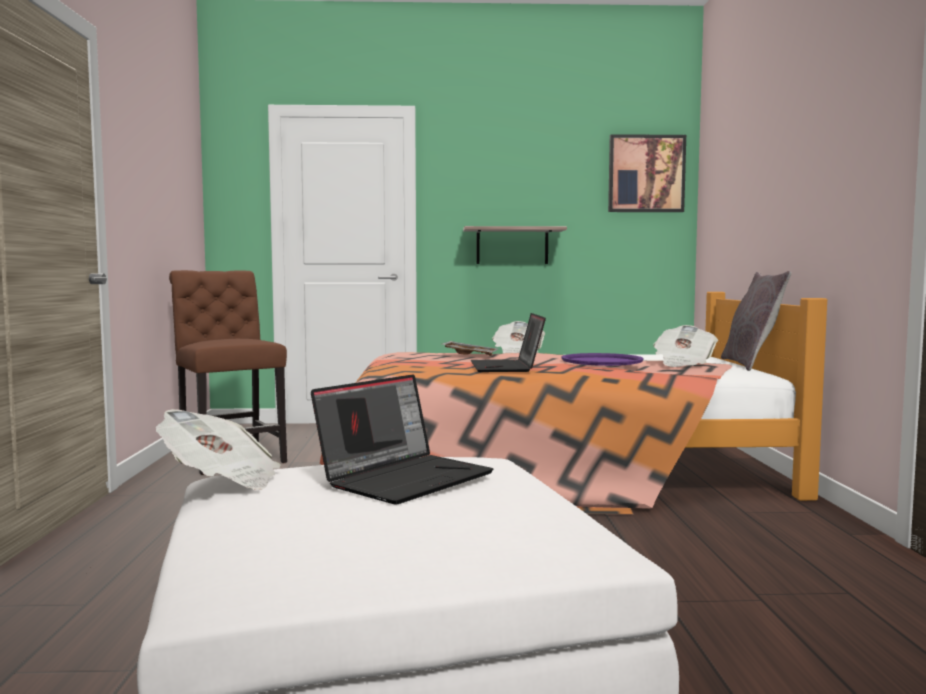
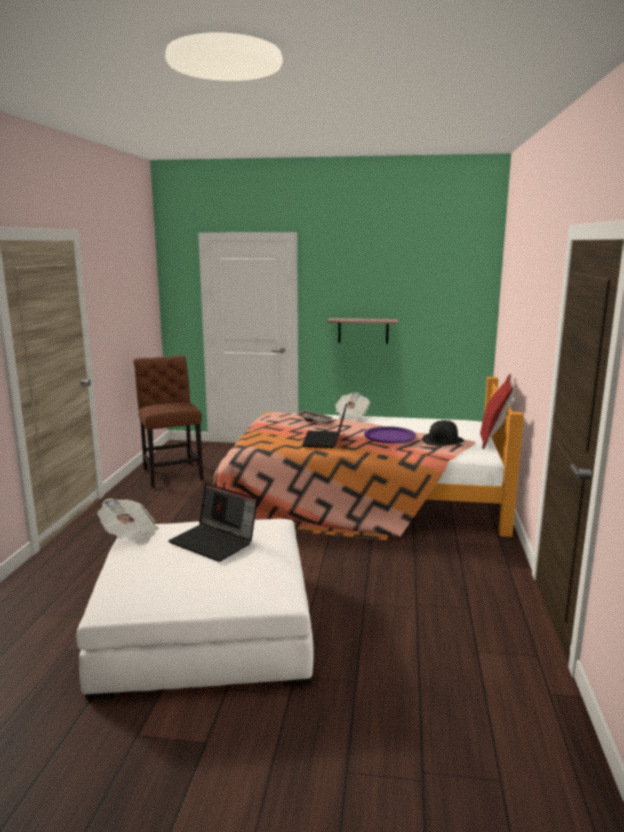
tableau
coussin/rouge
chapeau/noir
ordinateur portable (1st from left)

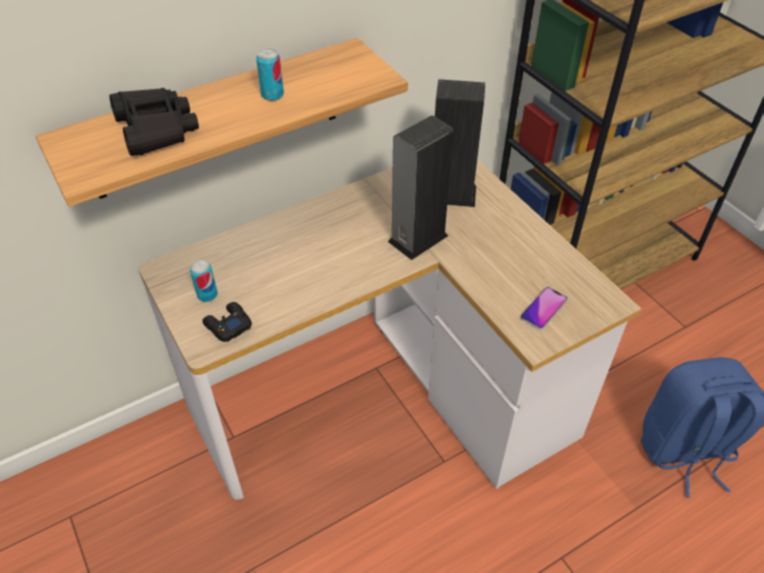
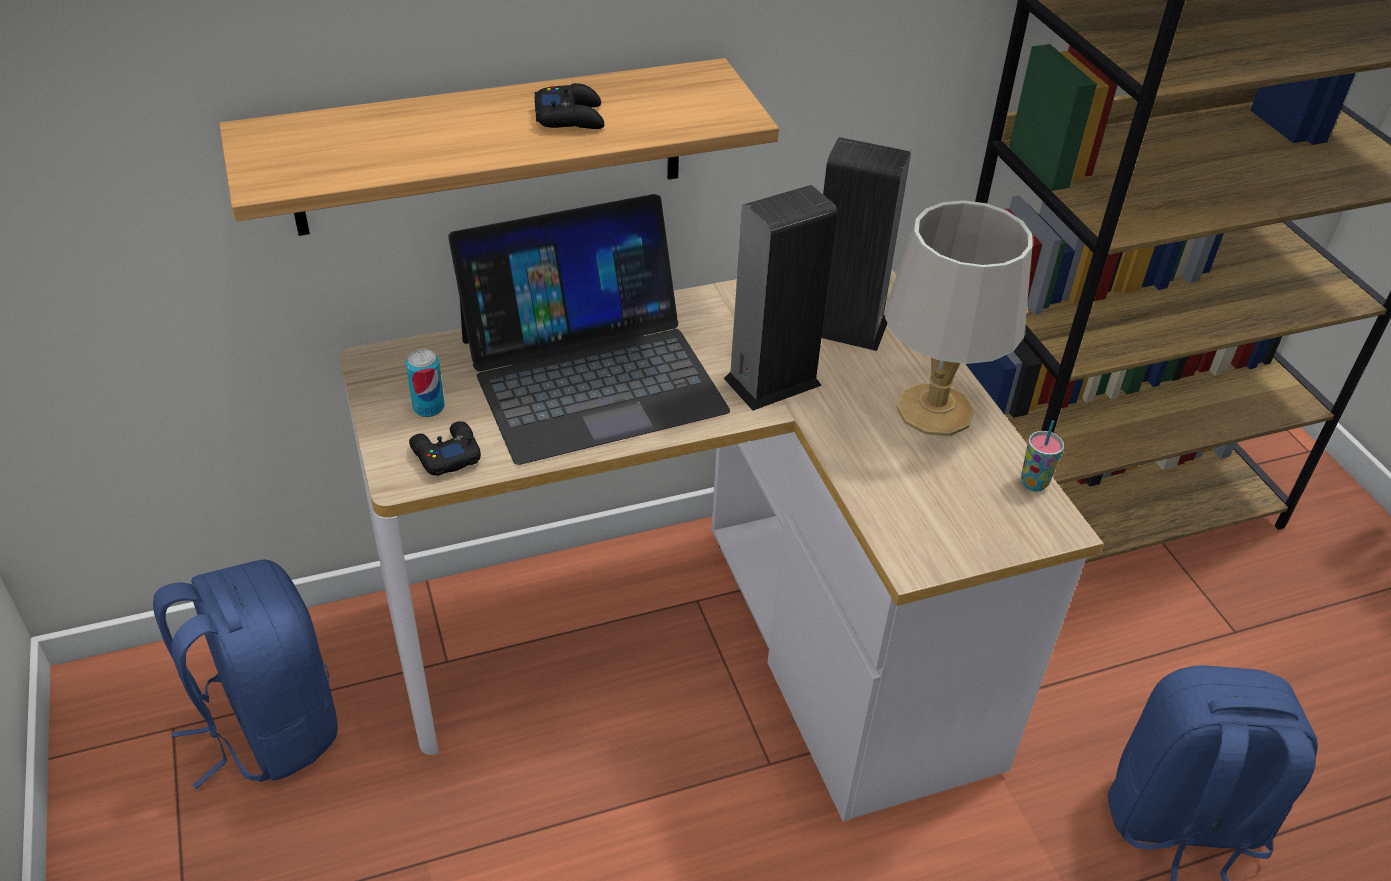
manette/noir (2nd from left)
jumelles/noir
téléphone
ordinateur portable
lampe de table/gris
tasse
sac à dos/bleu (1st from left)

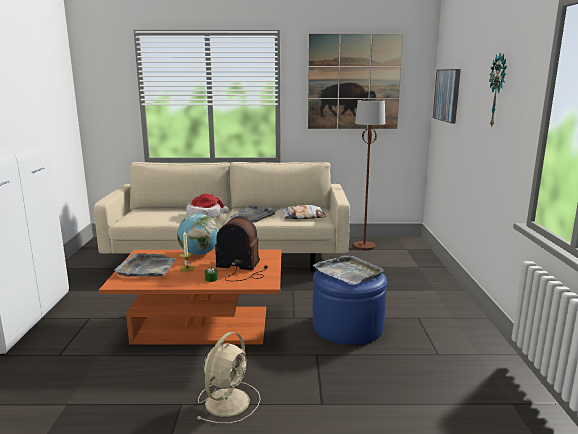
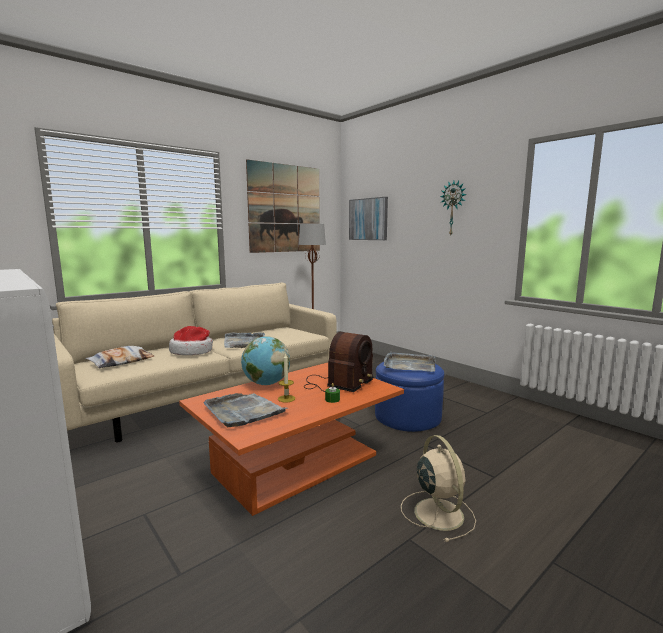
coussin
radio

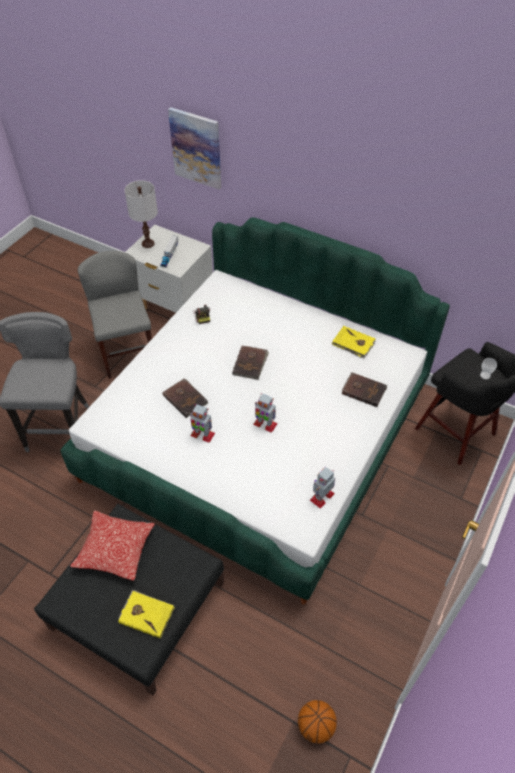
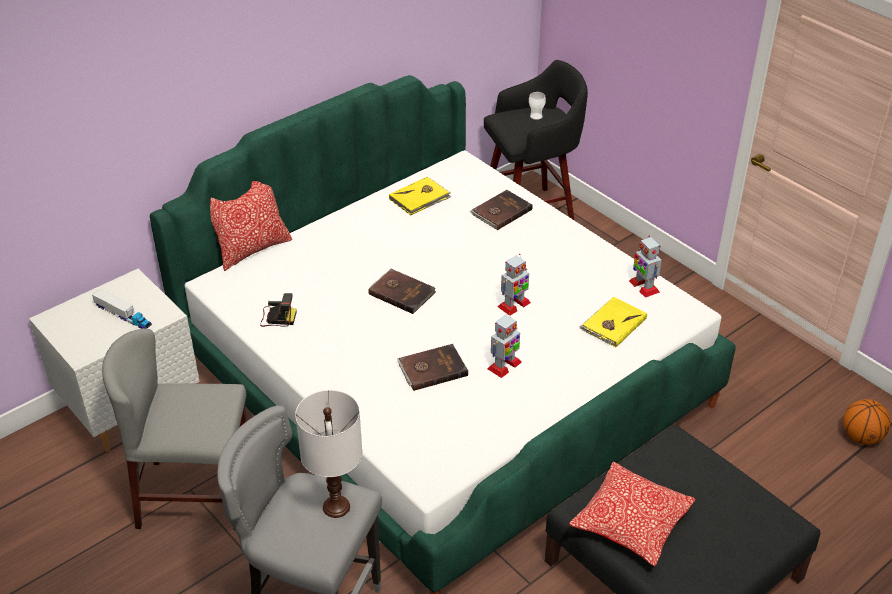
tableau
lampe de table/blanc
livre/jaune (2nd from left)
coussin (1st from left)

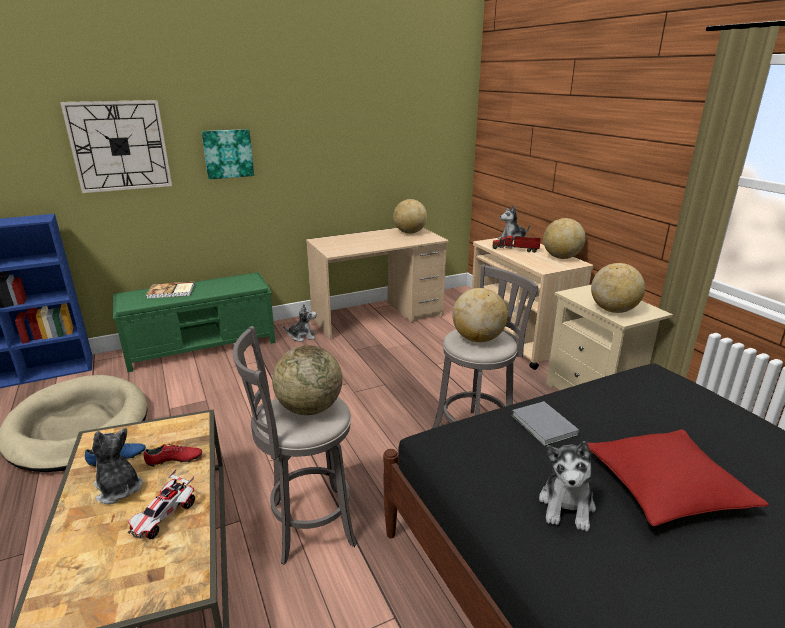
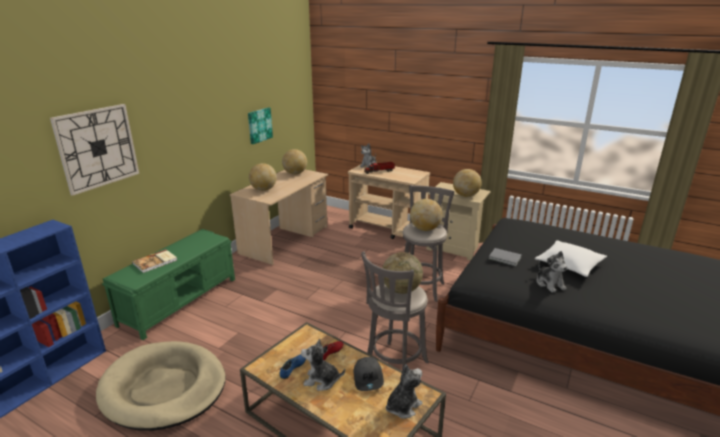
tableau
globe (1st from left)
peluche (3rd from left)
coussin/blanc
casquette/gris

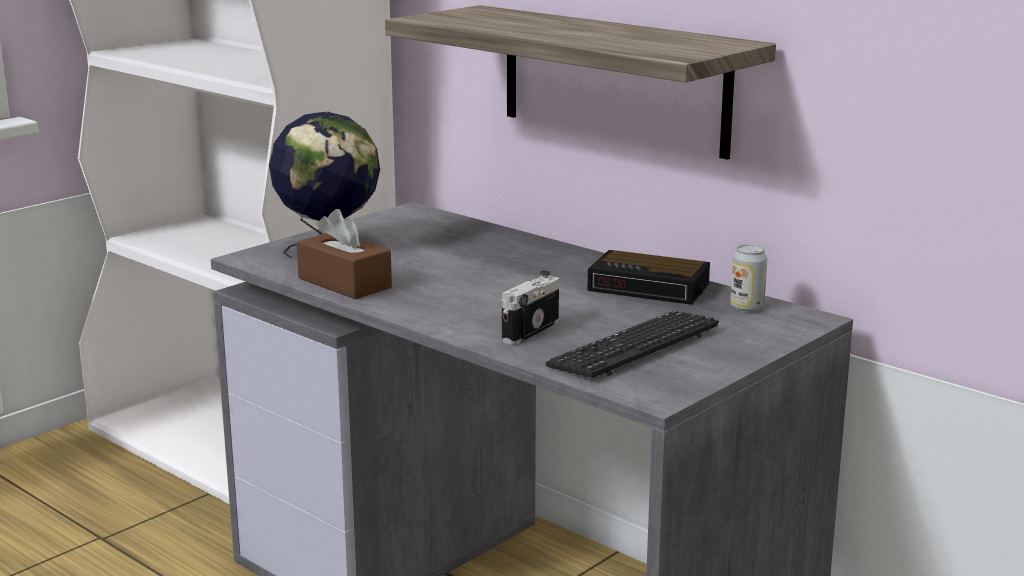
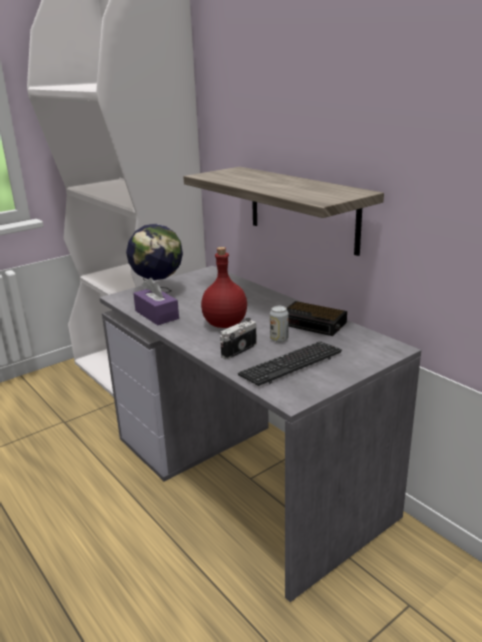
boîte à mouchoirs/violet
boîte métallique
bouteille/rouge

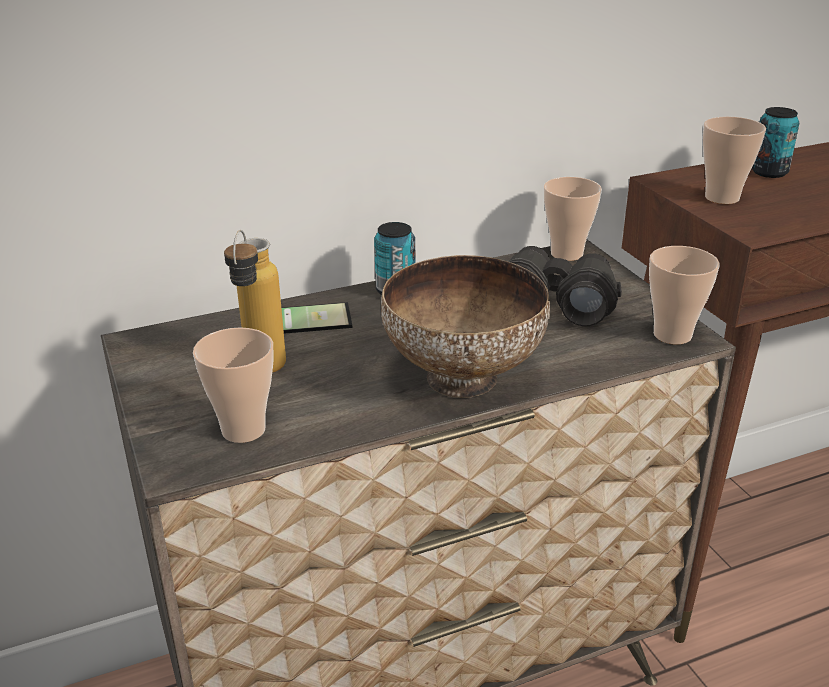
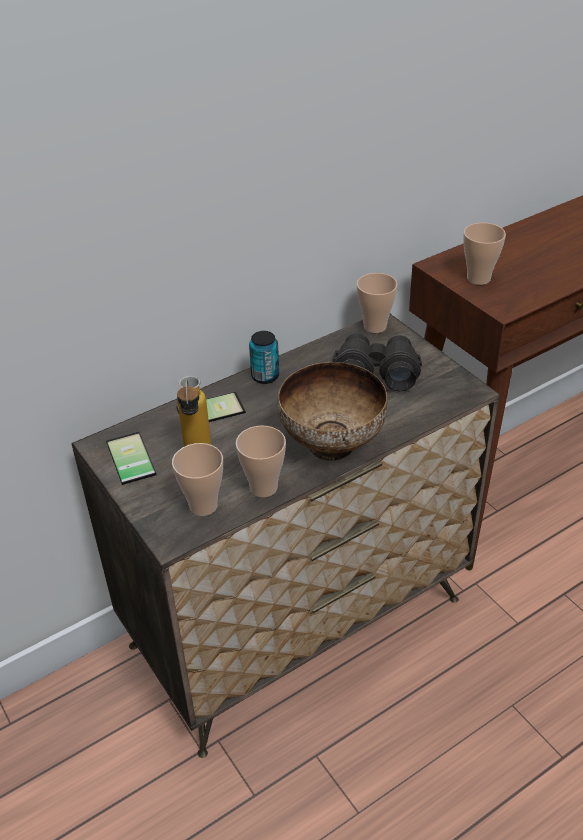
boîte métallique (2nd from left in the first image)
tasse (2nd from left)
téléphone (1st from left)

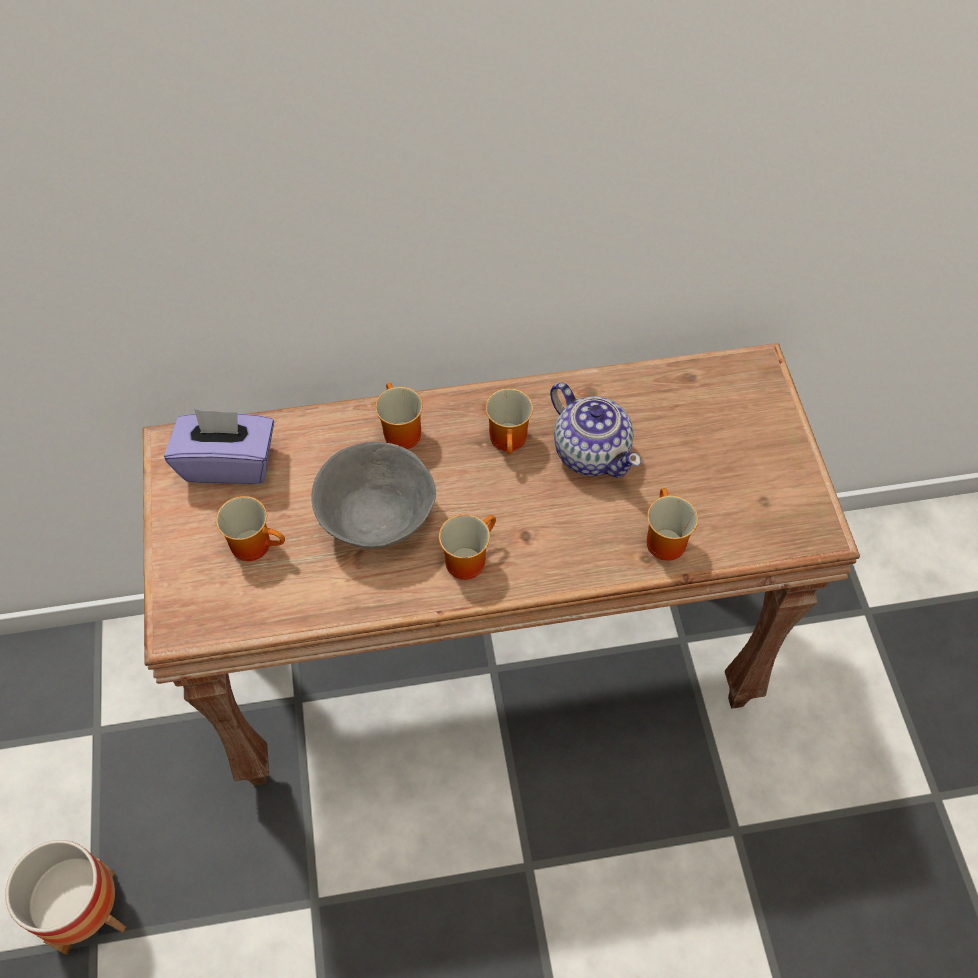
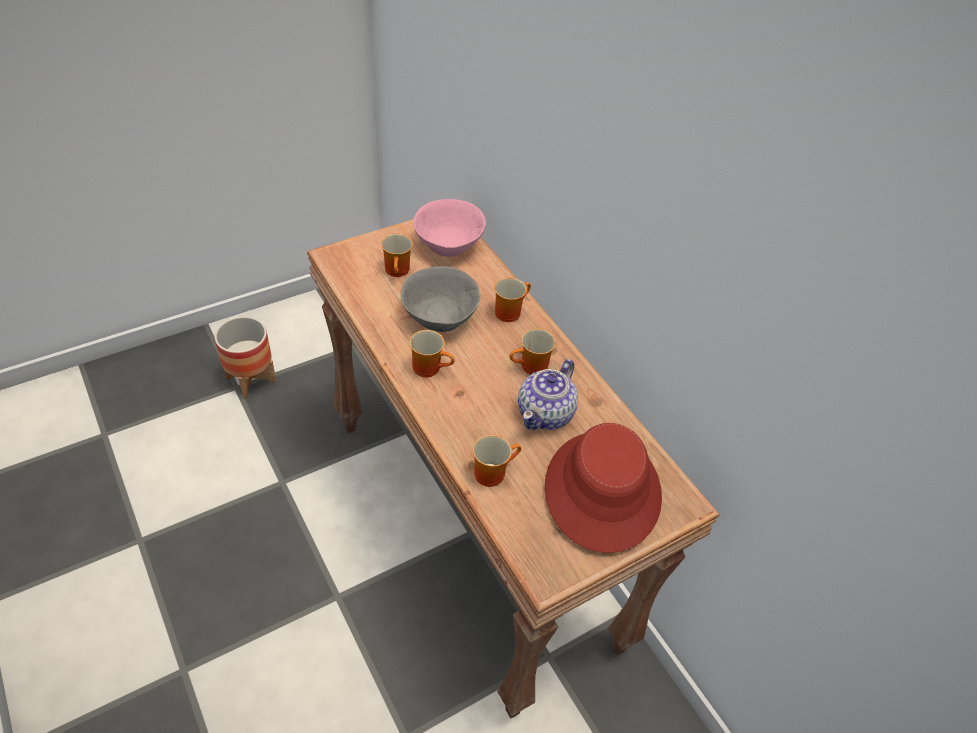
bol/rose
chapeau/rouge

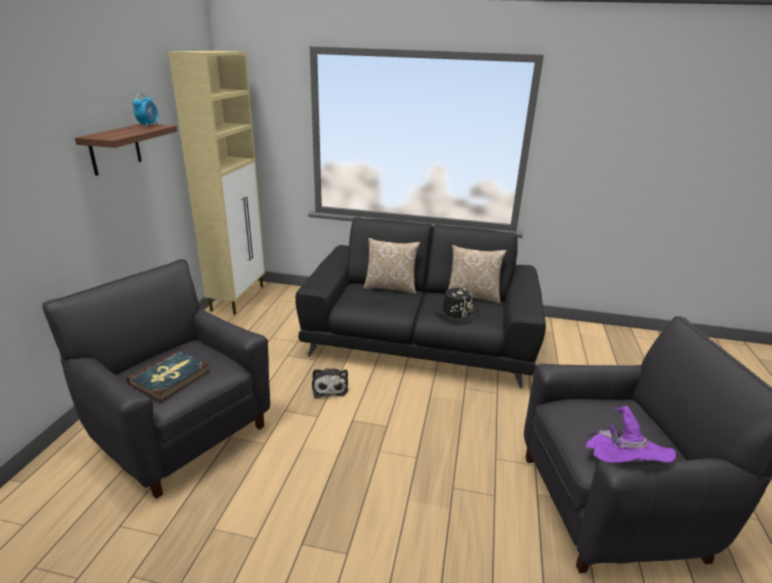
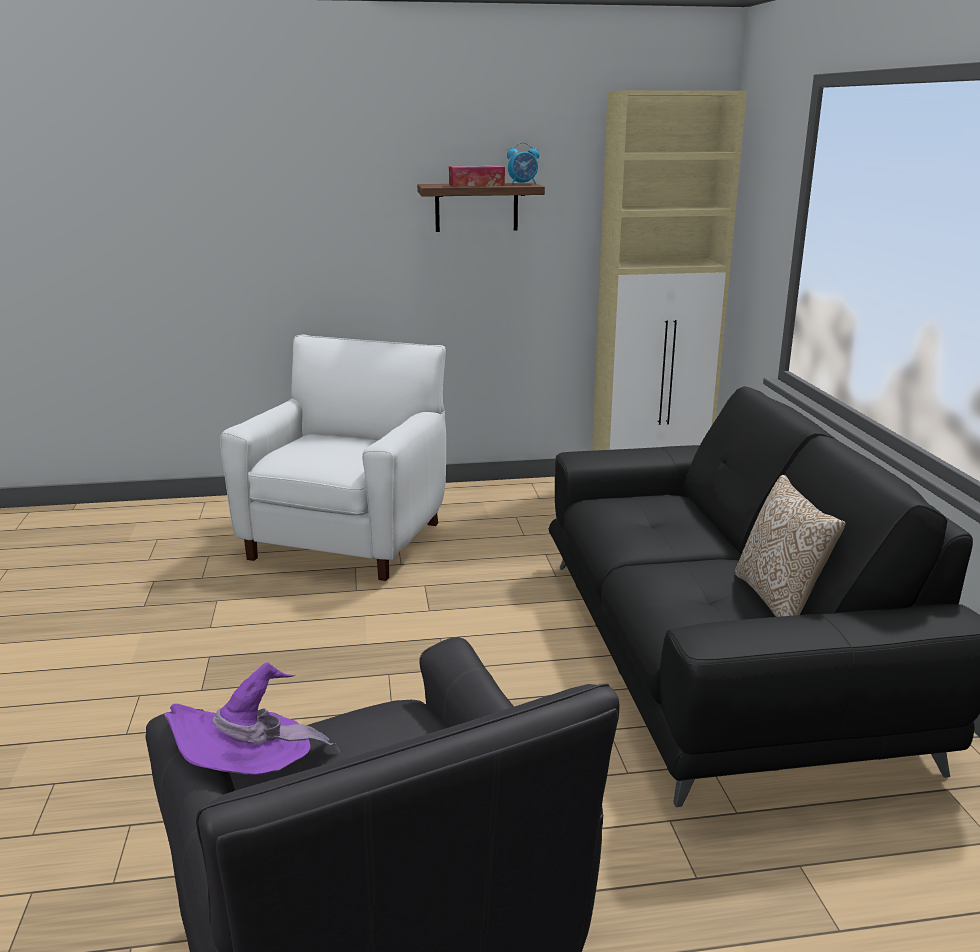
coussin (1st from left in the first image)
fauteuil/blanc
chapeau/noir
livre
peluche
boîte à mouchoirs

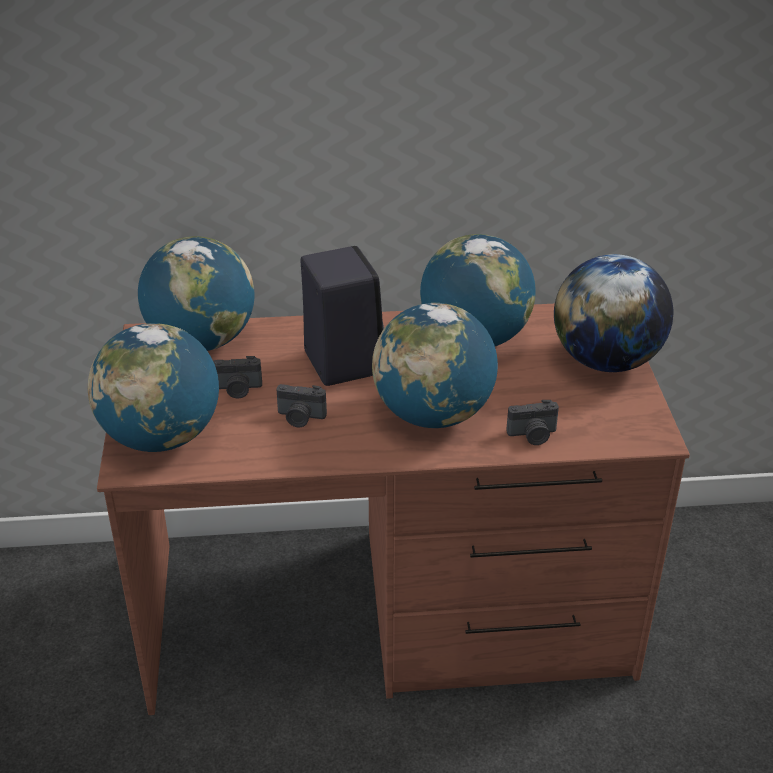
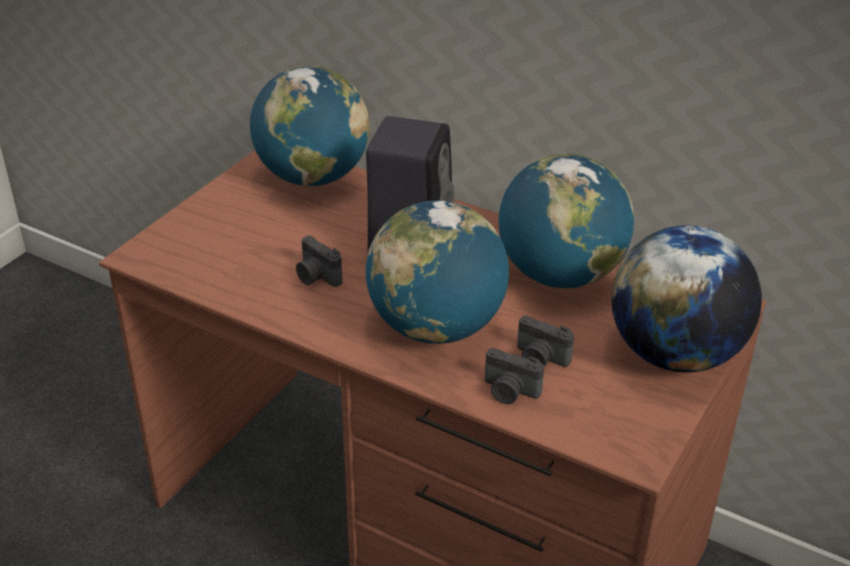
globe (1st from left in the first image)
appareil photo (3rd from left)

